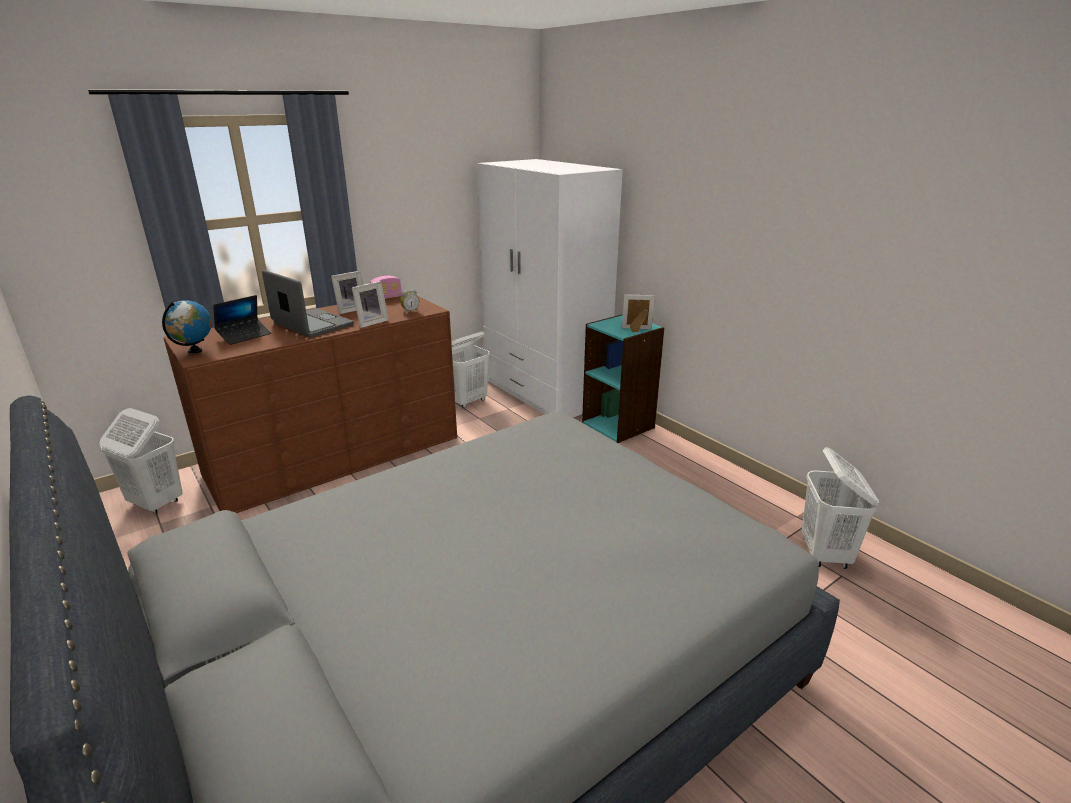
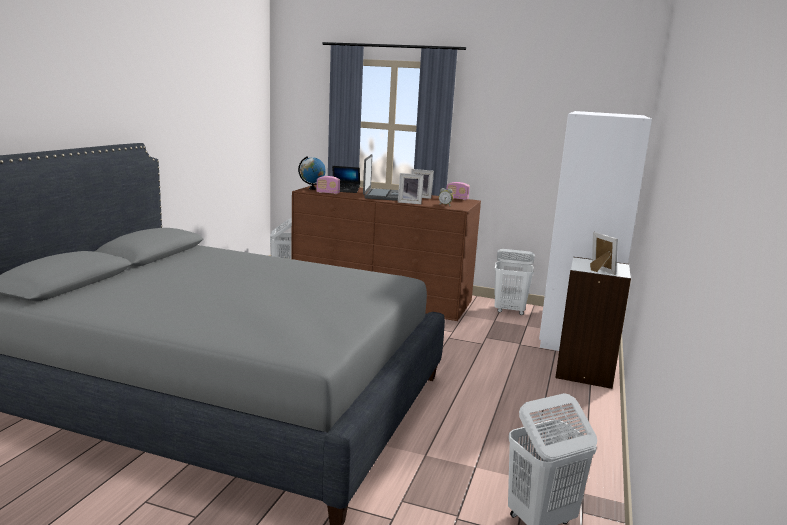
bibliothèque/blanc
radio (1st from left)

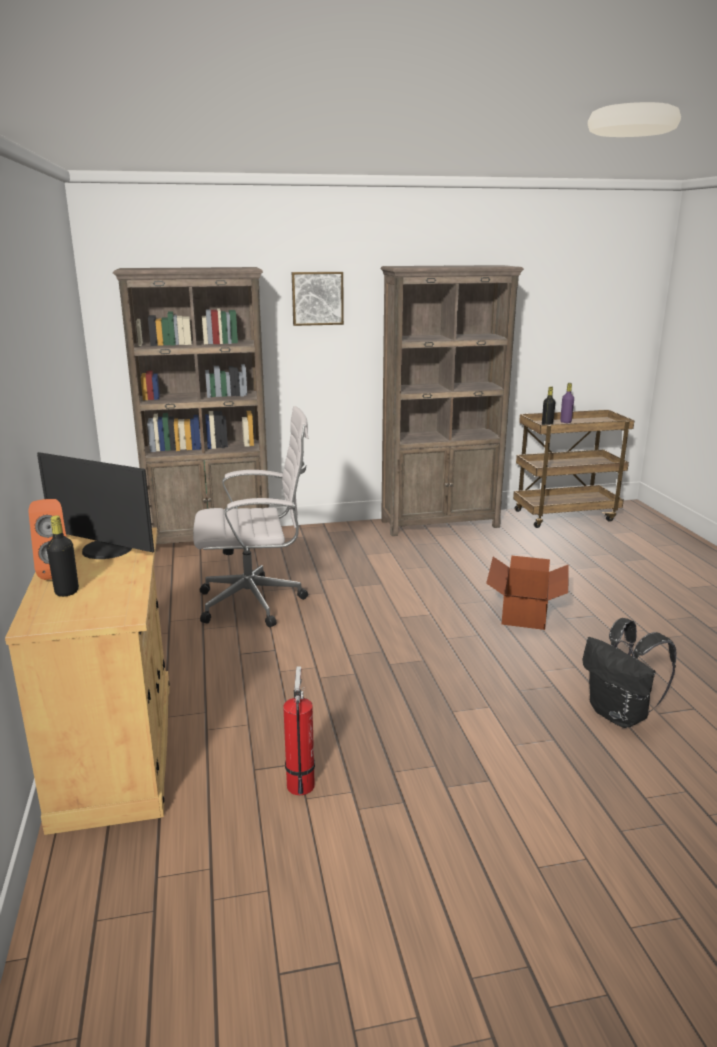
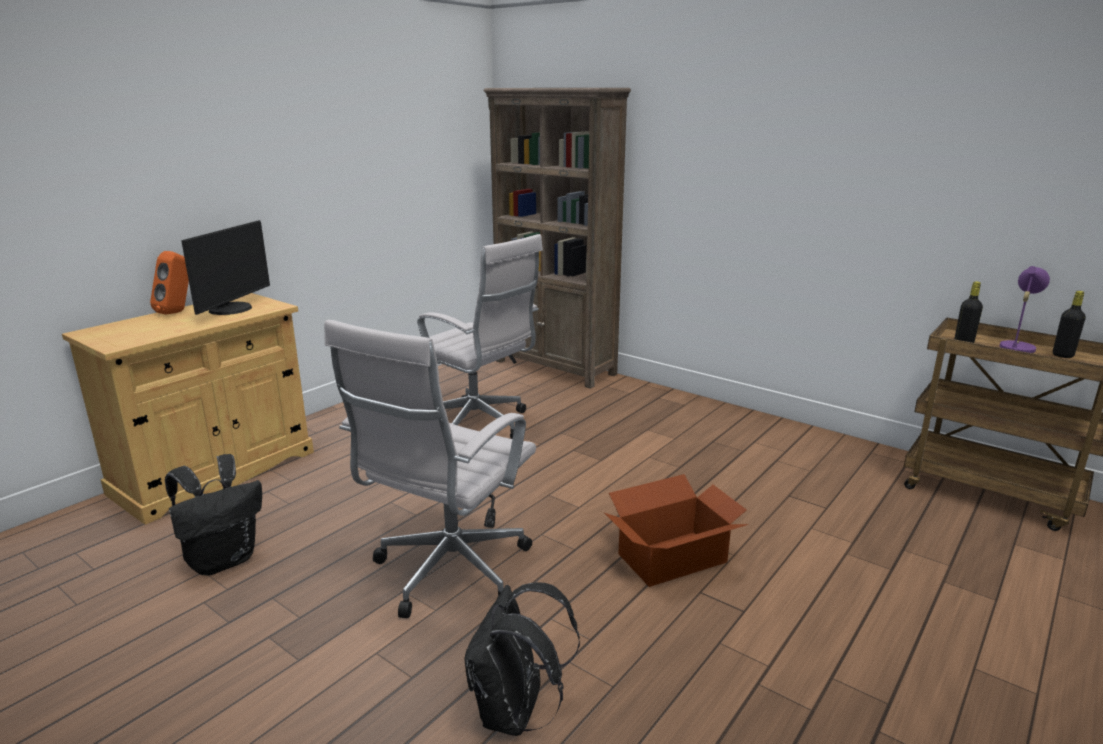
bibliothèque/marron (2nd from left in the first image)
tableau
lampe de table/violet
écran d'ordinateur
bouteille/noir (2nd from left)
sac à dos/noir (1st from left)
chaise de bureau/blanc (1st from left)

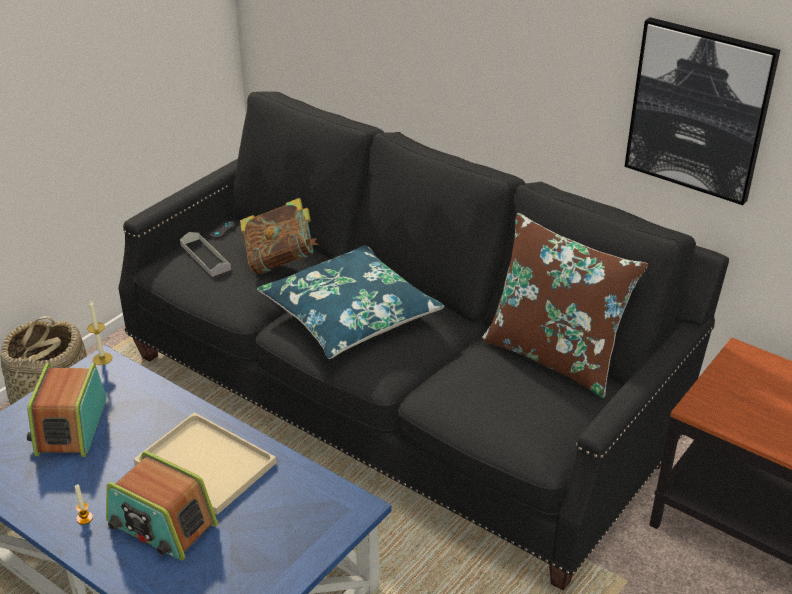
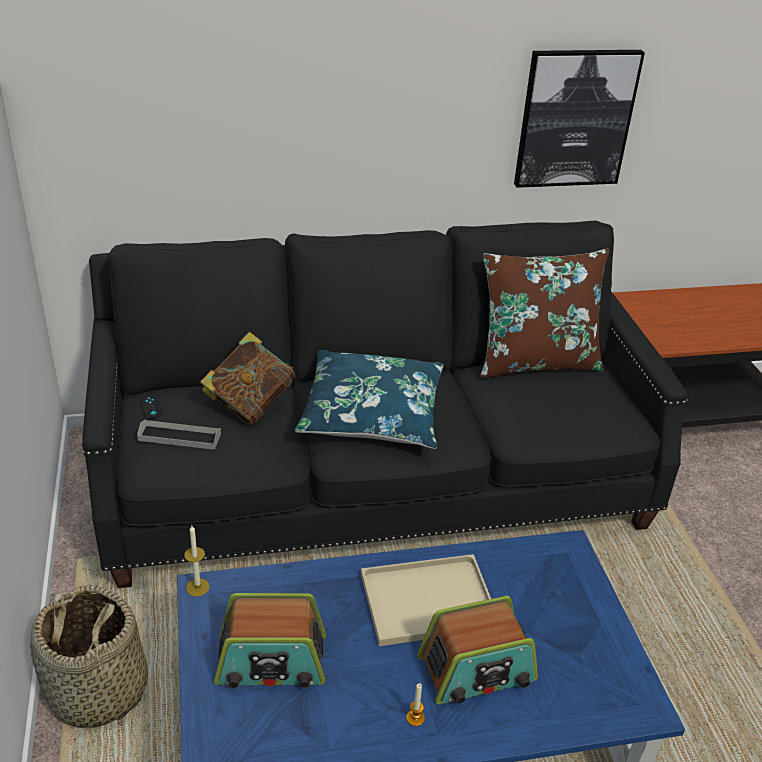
radio (1st from left)

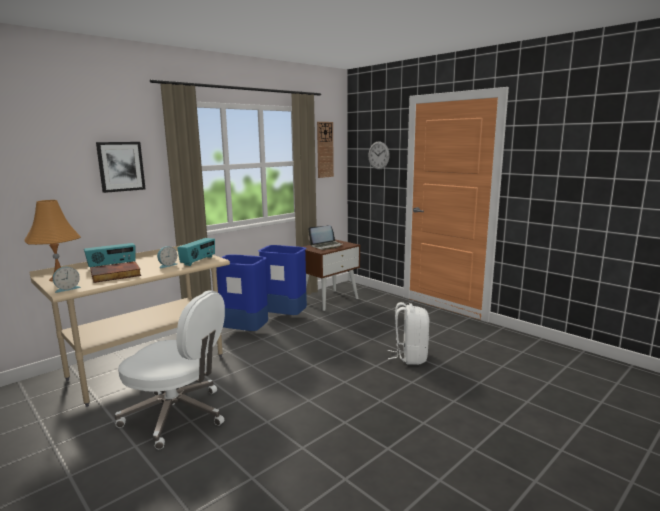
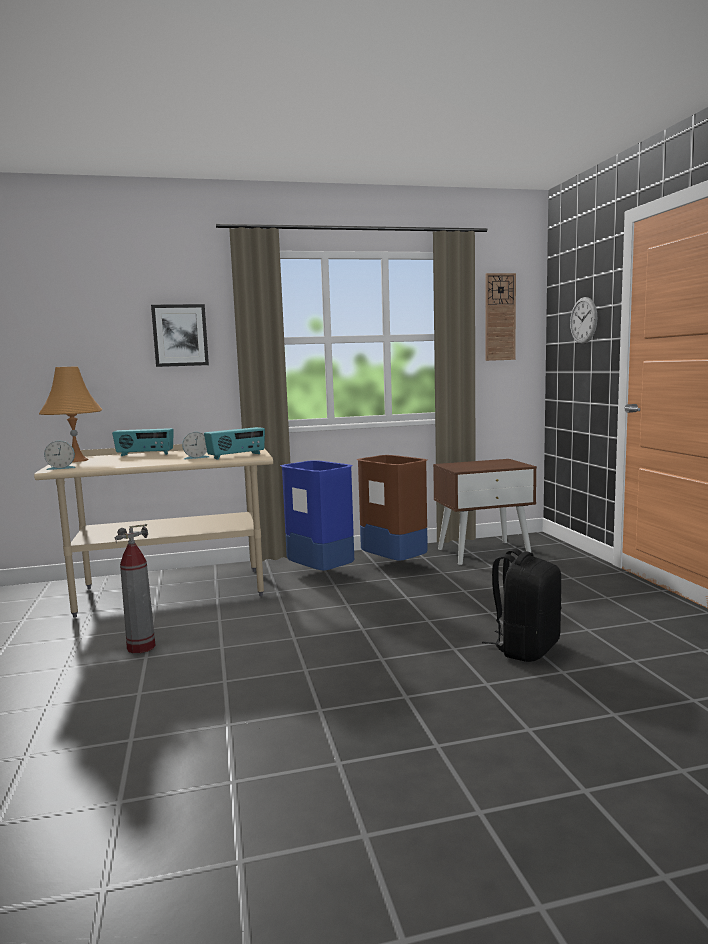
ordinateur portable
poubelle/marron
livre
extincteur
sac à dos/noir

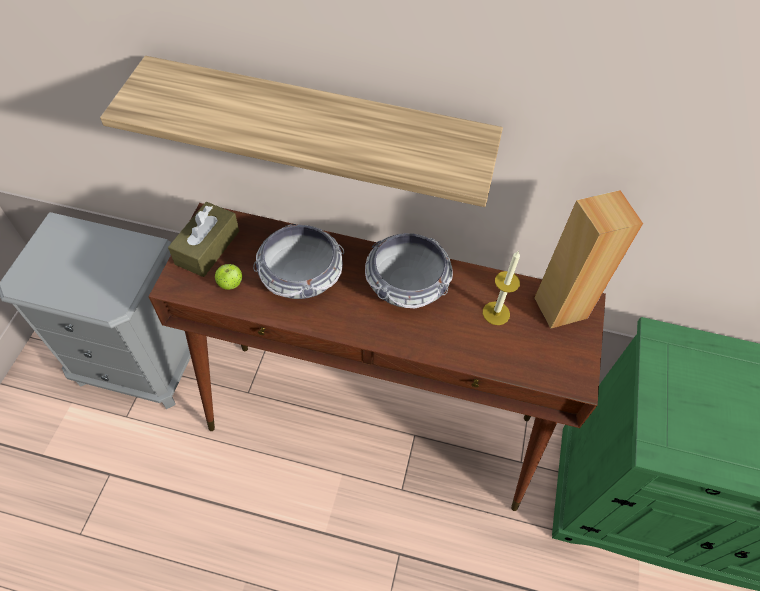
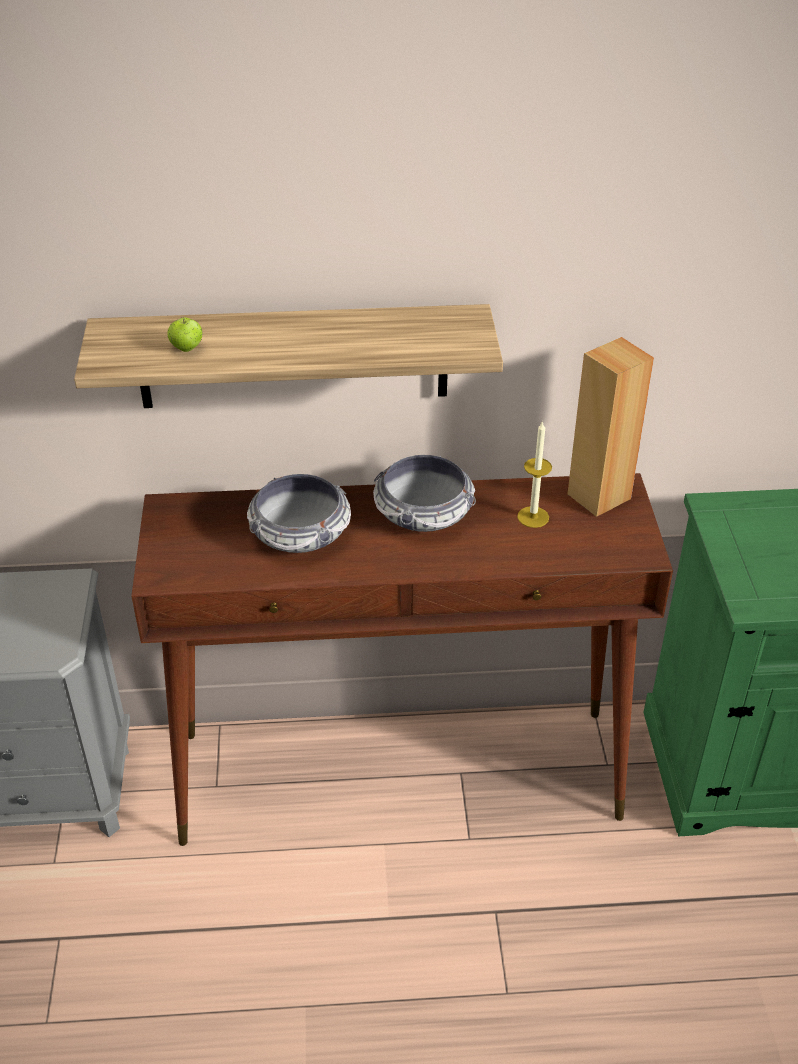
boîte à mouchoirs/marron
pomme

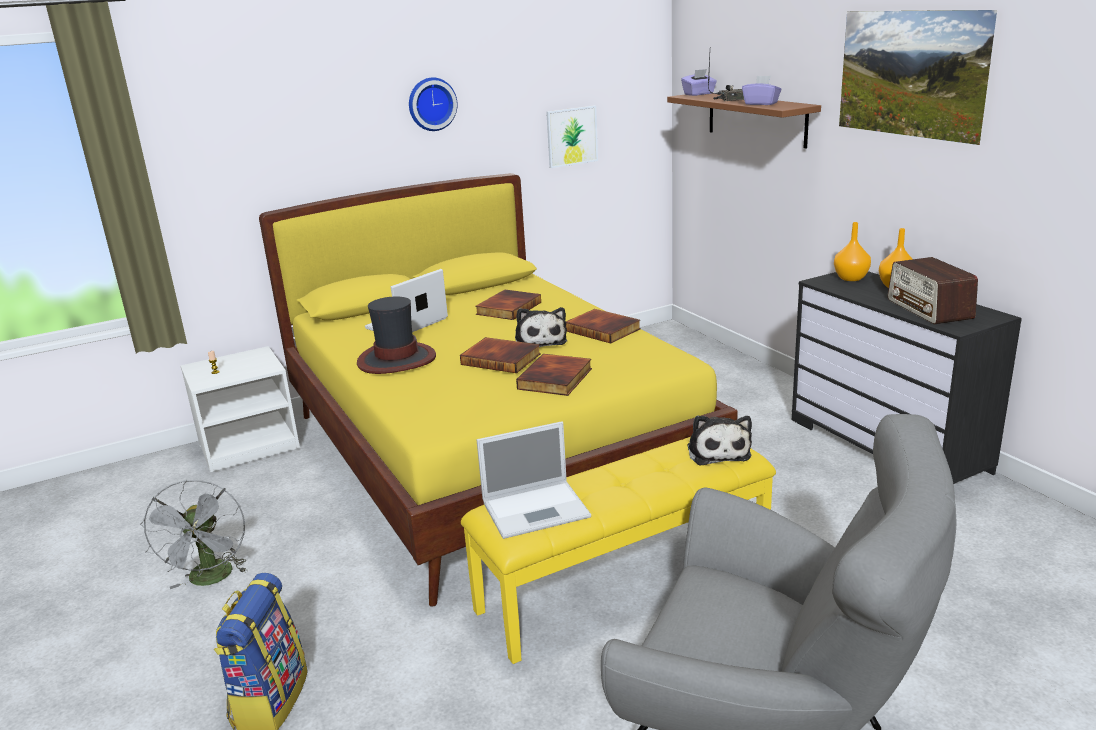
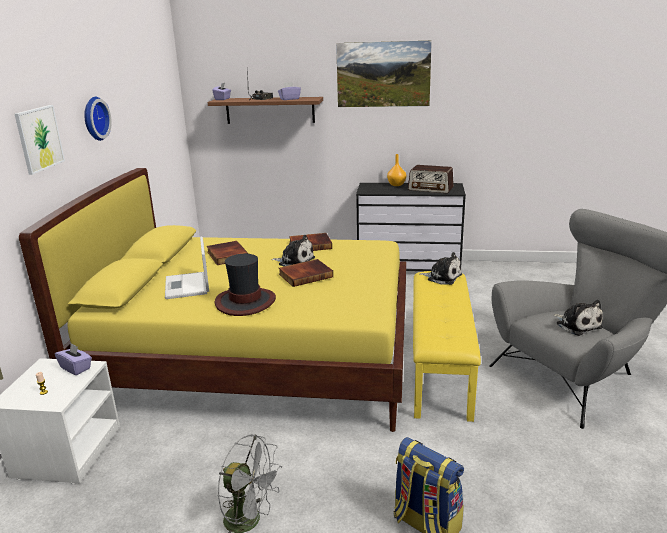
tableau (1st from left)
vase/orange (1st from left in the first image)
livre (3rd from left in the first image)
ordinateur portable (2nd from left in the first image)
peluche (3rd from left)
boîte à mouchoirs/violet (1st from left)

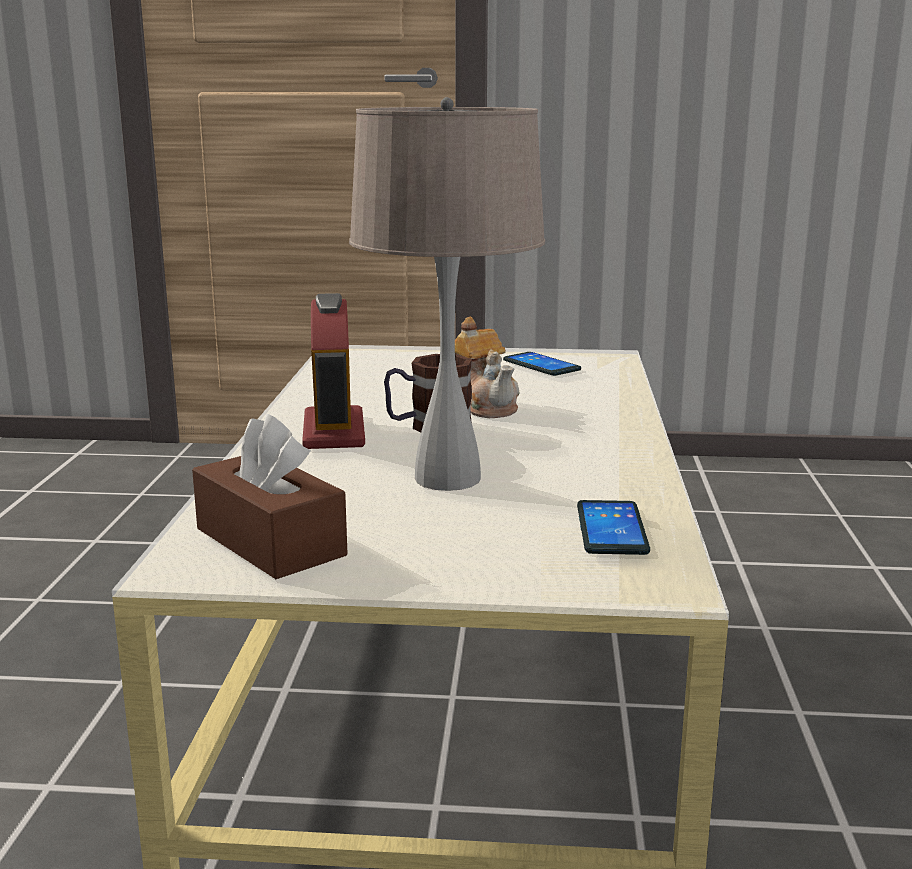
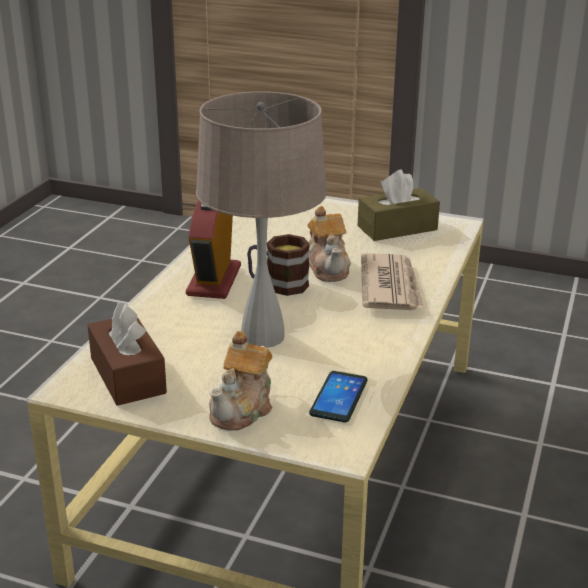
boîte à mouchoirs/marron (2nd from left)
journal
théière (1st from left)

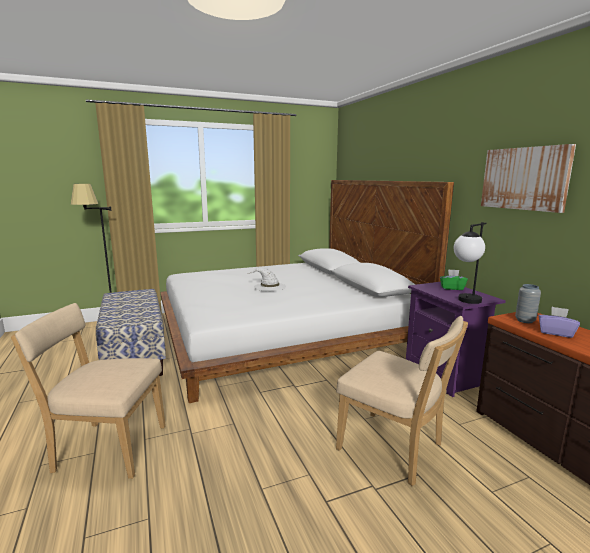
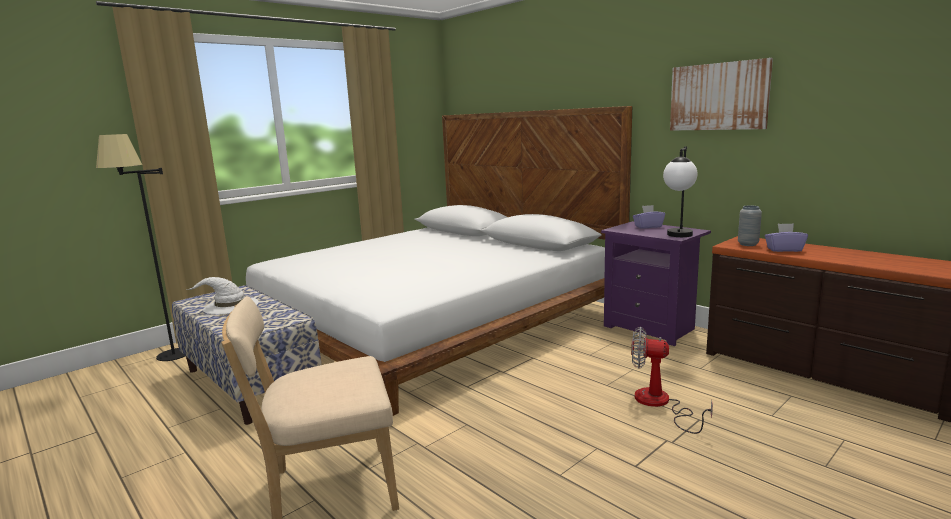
chapeau/blanc
boîte à mouchoirs/violet (1st from left)
ventilateur

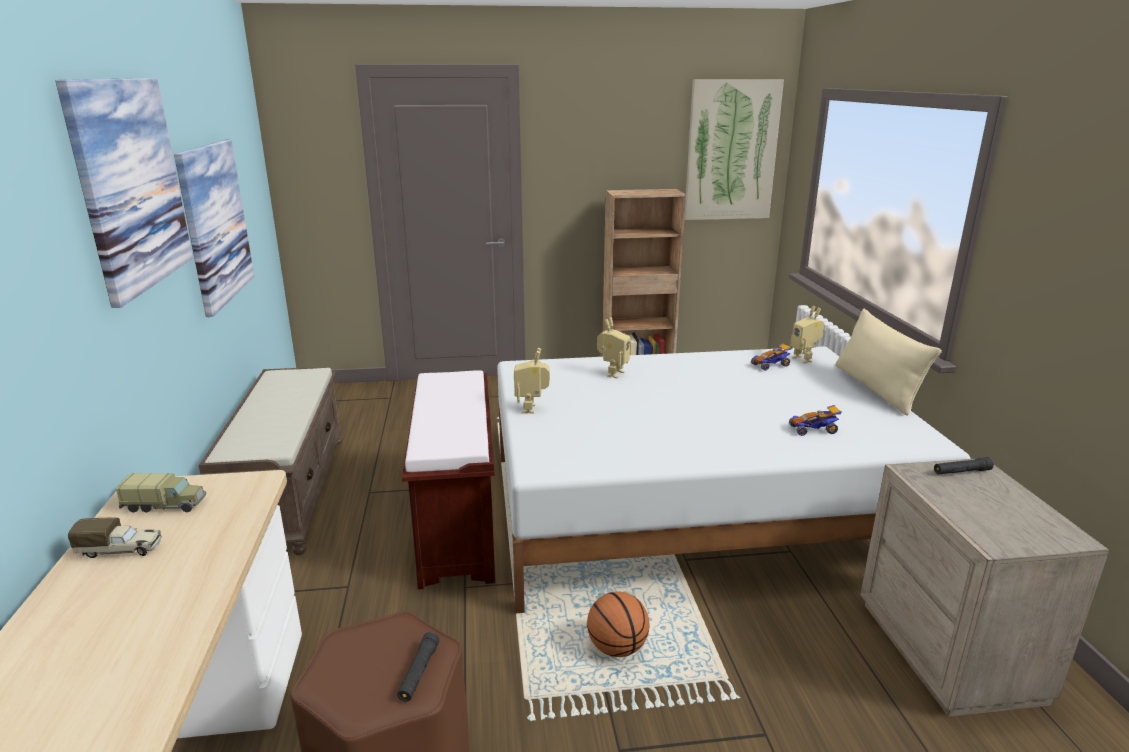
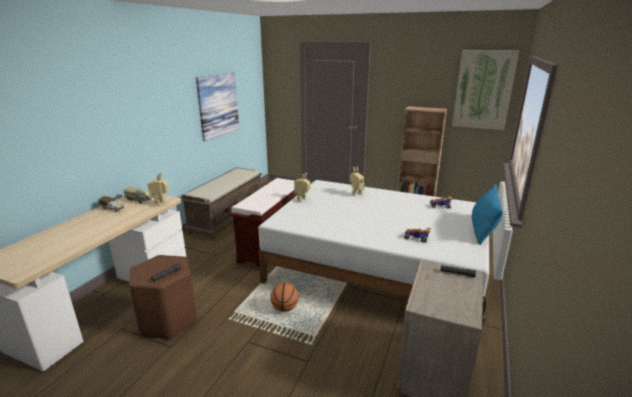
tableau (1st from left in the first image)
robot jouet (1st from left)
coussin/bleu

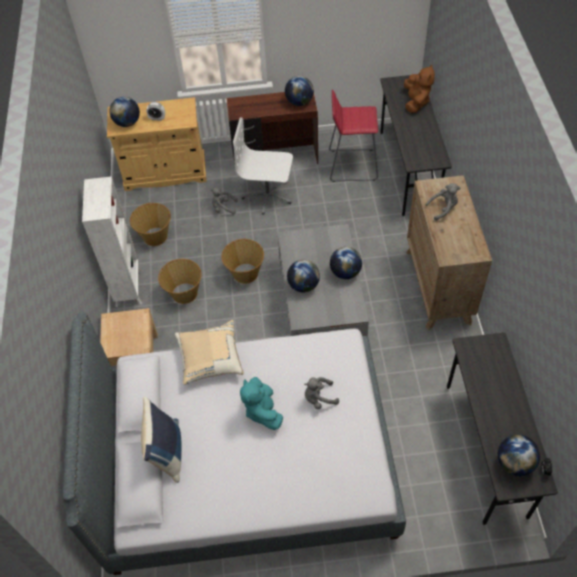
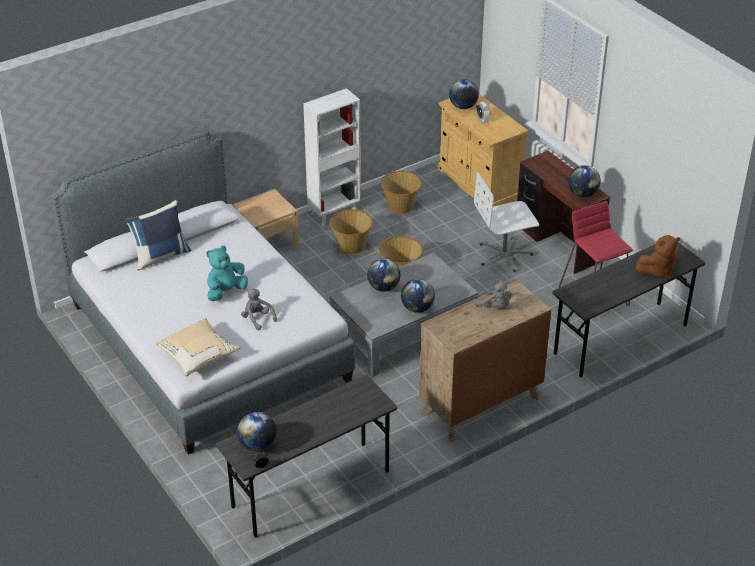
chaise de bureau/blanc
peluche/gris (1st from left in the first image)
coussin/beige

